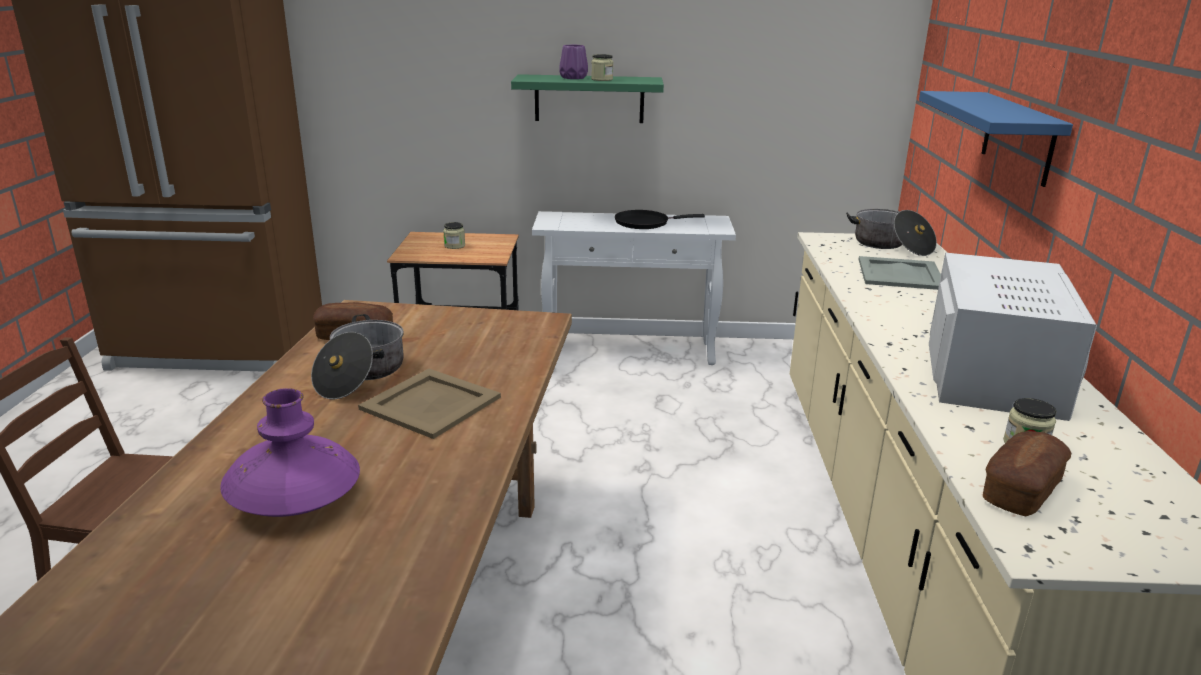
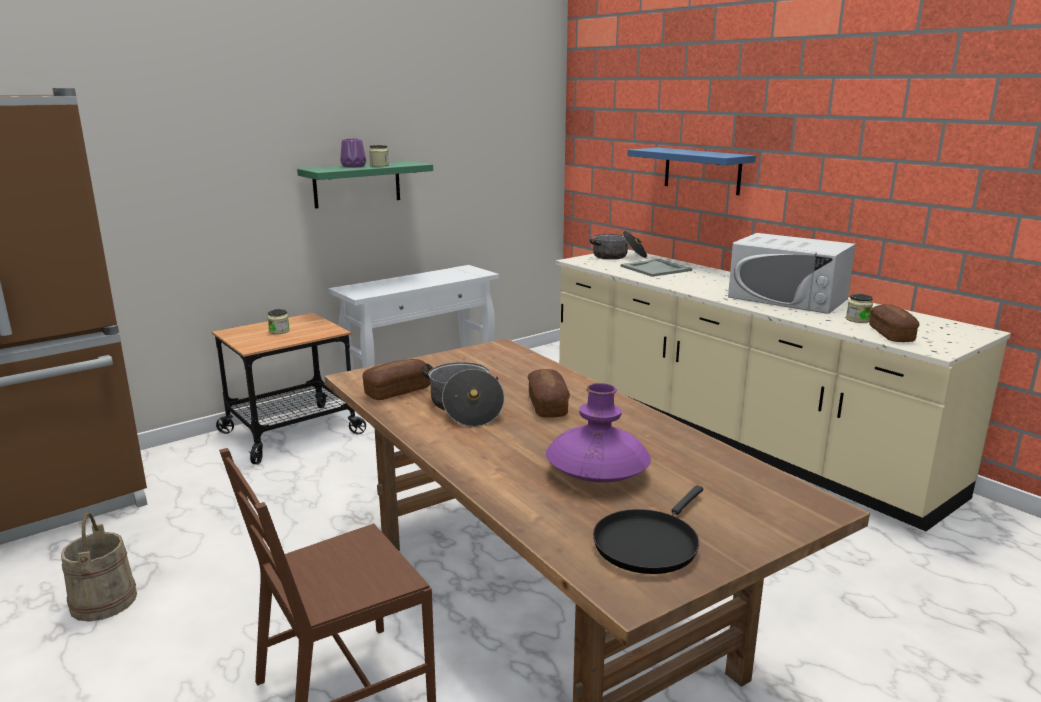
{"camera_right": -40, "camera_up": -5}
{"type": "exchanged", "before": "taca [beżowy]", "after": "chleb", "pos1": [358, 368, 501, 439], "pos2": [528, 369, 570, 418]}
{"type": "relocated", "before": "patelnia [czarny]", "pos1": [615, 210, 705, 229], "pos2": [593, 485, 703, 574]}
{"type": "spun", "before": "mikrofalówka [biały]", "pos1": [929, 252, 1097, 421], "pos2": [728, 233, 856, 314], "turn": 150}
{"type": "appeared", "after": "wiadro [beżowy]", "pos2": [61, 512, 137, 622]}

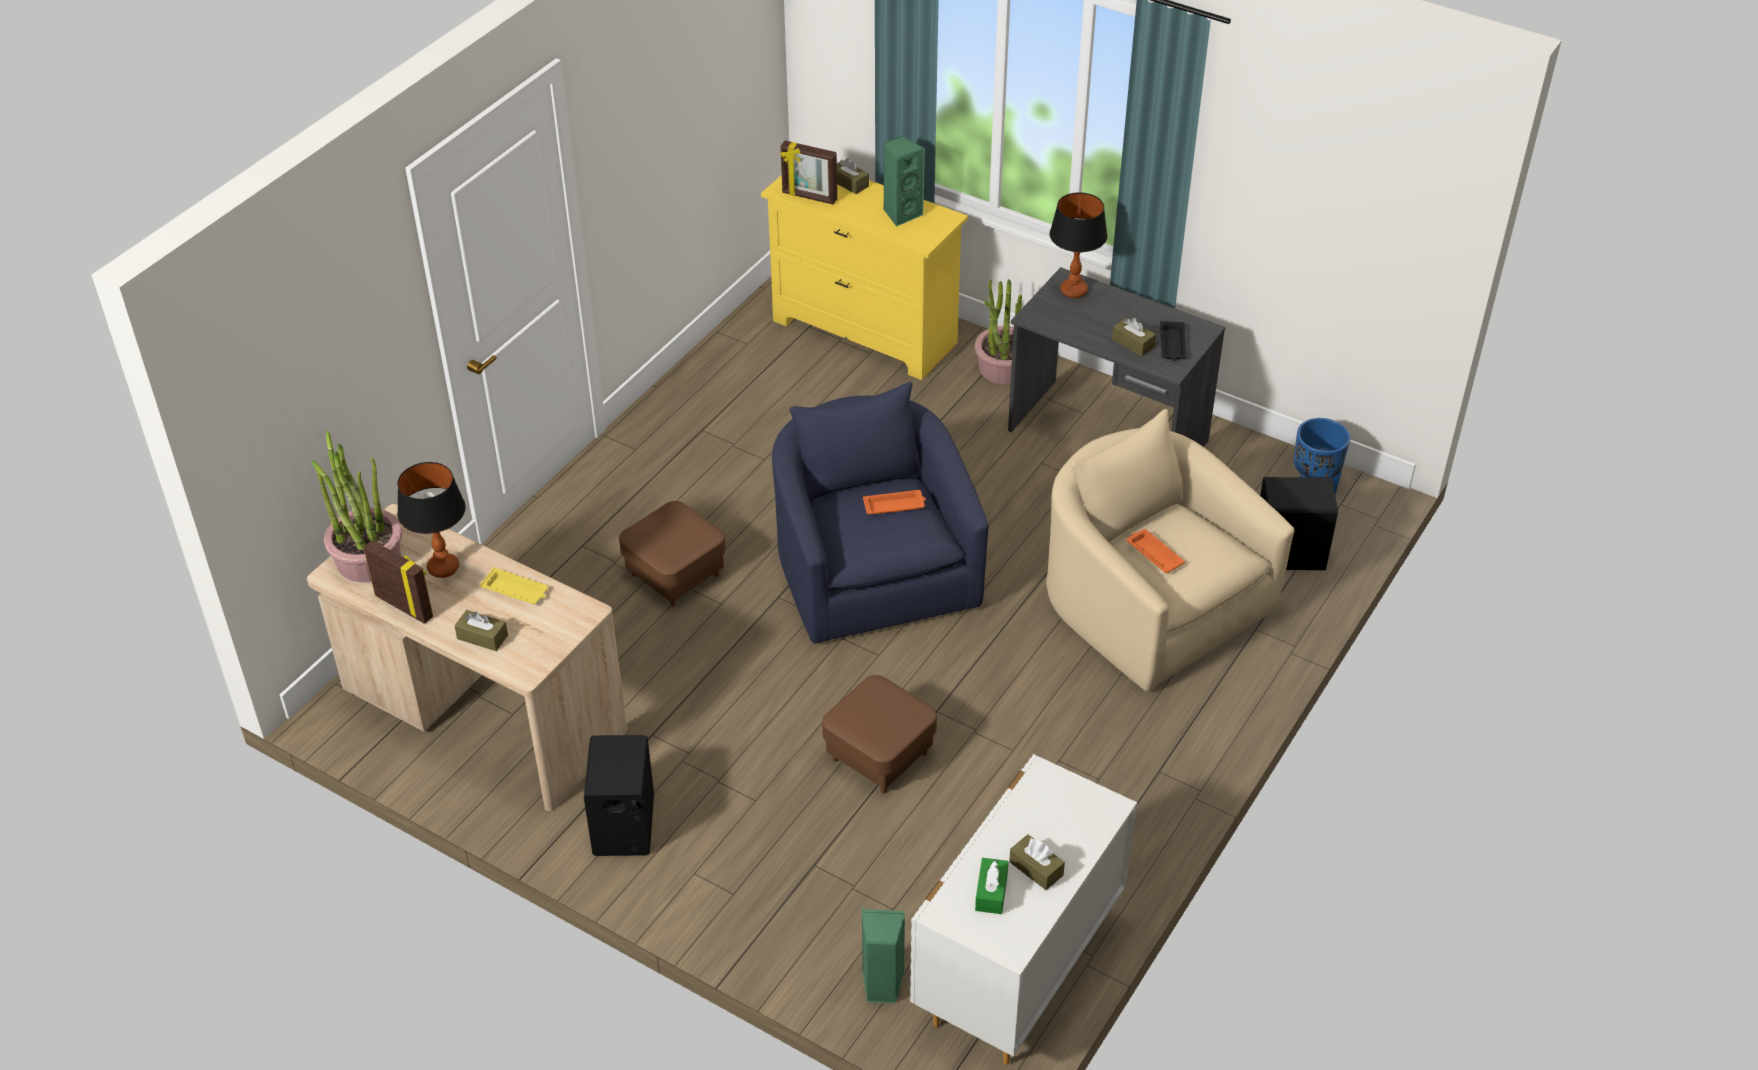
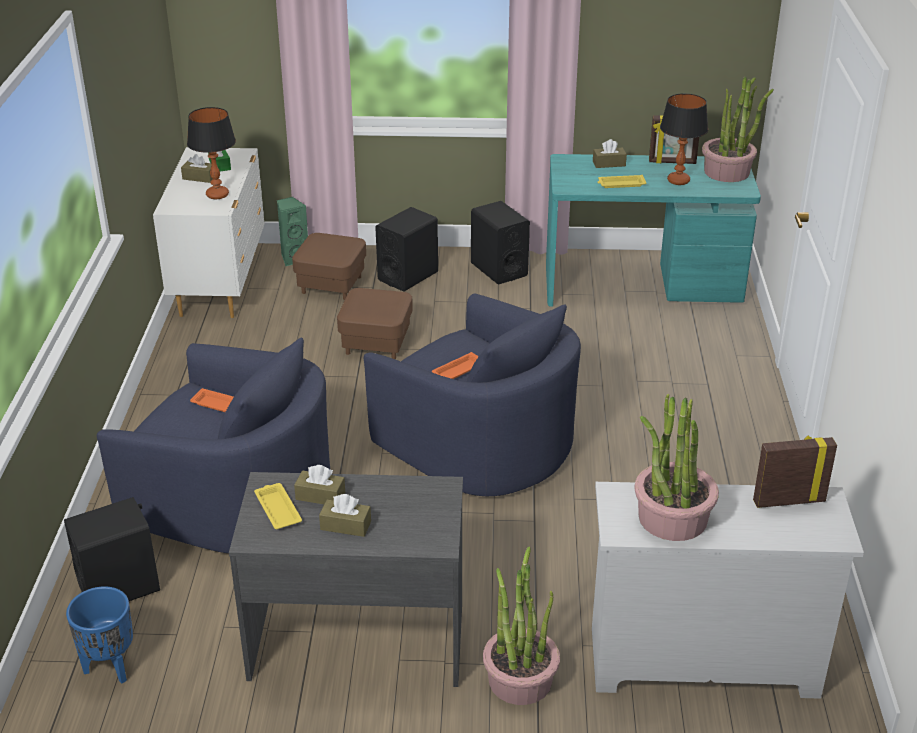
{"camera_right": 150, "camera_up": -10}
{"type": "colour", "before": "biurko [beżowy]", "after": "biurko [turkusowy]", "pos1": [307, 504, 627, 811], "pos2": [546, 154, 761, 307]}
{"type": "relocated", "before": "pufa [brązowy]", "pos1": [619, 501, 726, 606], "pos2": [292, 233, 366, 300]}
{"type": "colour", "before": "komoda [żółty]", "after": "komoda [biały]", "pos1": [761, 175, 968, 380], "pos2": [592, 482, 864, 699]}
{"type": "relocated", "before": "pudełko chusteczek [brązowy]", "pos1": [837, 158, 869, 194], "pos2": [319, 494, 371, 537]}
{"type": "exchanged", "before": "głośnik [zielony]", "after": "roślina doniczkowa", "pos1": [883, 136, 925, 227], "pos2": [635, 394, 719, 541]}
{"type": "colour", "before": "fotel [beżowy]", "after": "fotel [niebieski]", "pos1": [1046, 409, 1295, 691], "pos2": [97, 338, 330, 553]}
{"type": "relocated", "before": "lampa stołowa", "pos1": [1050, 192, 1107, 298], "pos2": [187, 107, 236, 199]}
{"type": "colour", "before": "taca [czarny]", "after": "taca [żółty]", "pos1": [1160, 321, 1186, 361], "pos2": [254, 483, 302, 529]}
{"type": "appeared", "after": "głośnik [czarny]", "pos2": [375, 207, 438, 292]}

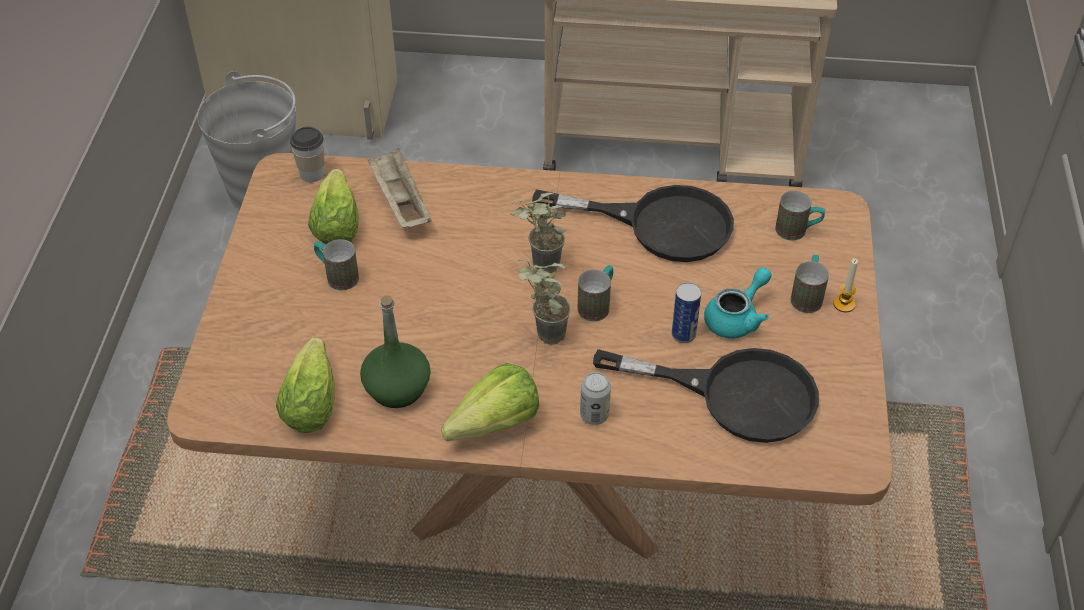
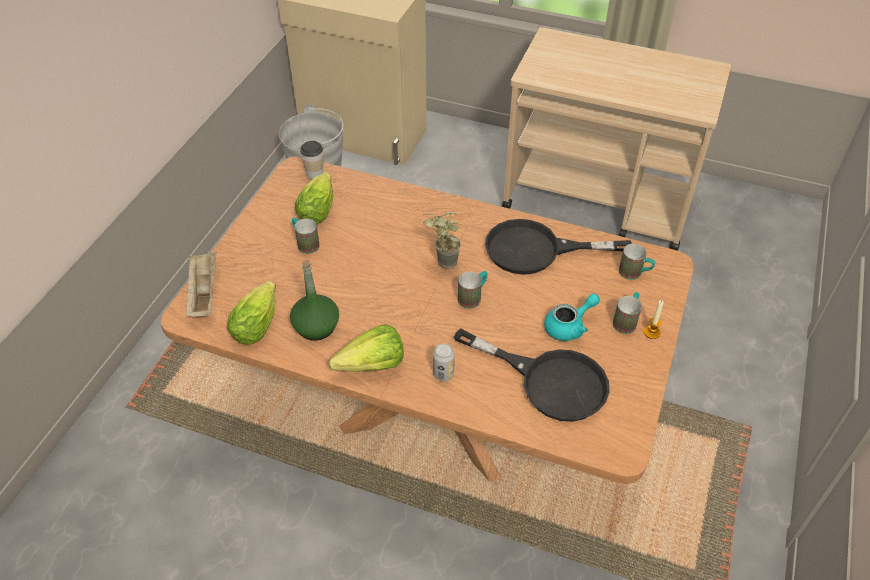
{"camera_right": 15, "camera_up": 0}
{"type": "relocated", "before": "taca [beżowy]", "pos1": [368, 148, 432, 228], "pos2": [186, 252, 217, 317]}
{"type": "missing", "before": "roślina doniczkowa", "pos1": [518, 260, 571, 345]}
{"type": "spun", "before": "patelnia [czarny]", "pos1": [532, 185, 734, 262], "pos2": [485, 219, 632, 275], "turn": 150}
{"type": "missing", "before": "puszka", "pos1": [672, 283, 701, 343]}

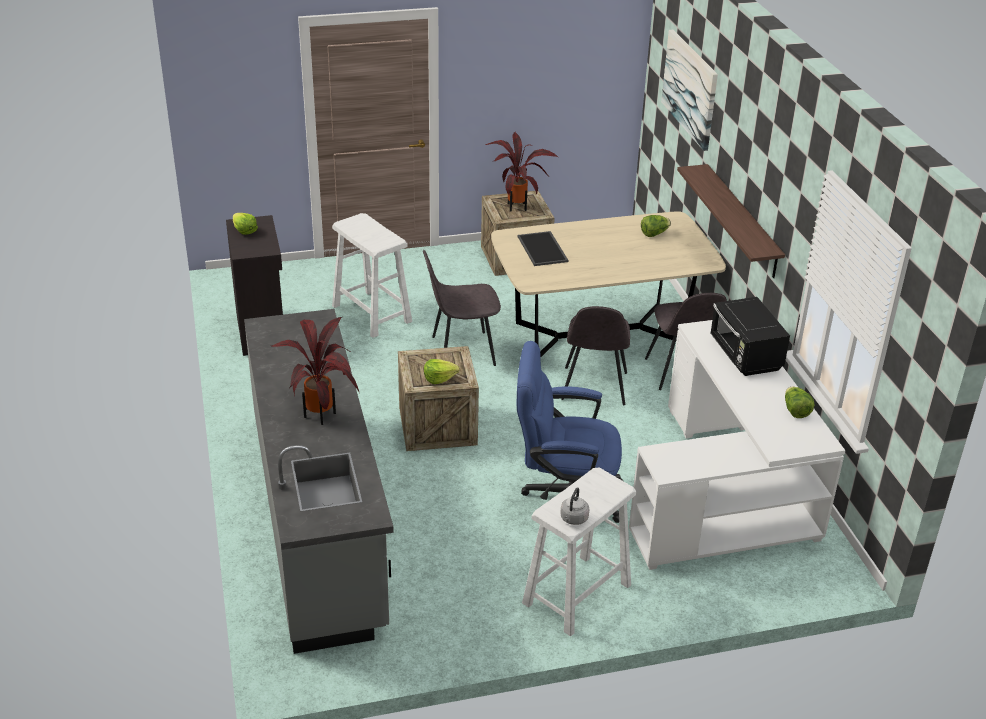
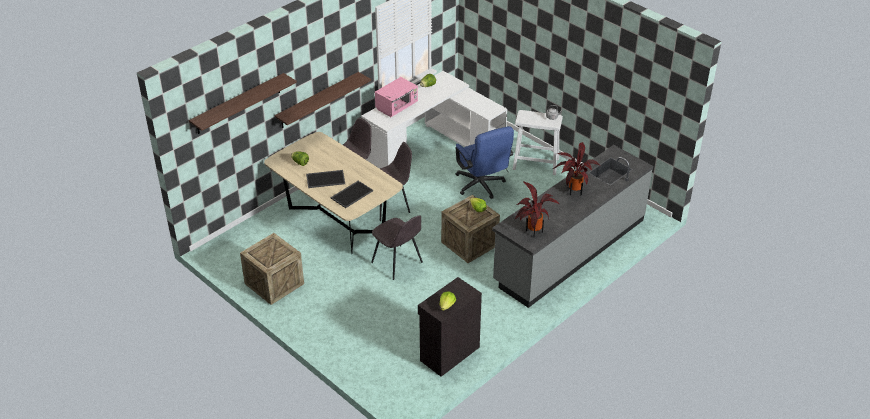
{"camera_right": -120, "camera_up": 5}
{"type": "missing", "before": "stołek [biały]", "pos1": [332, 213, 412, 338]}
{"type": "relocated", "before": "roślina doniczkowa", "pos1": [485, 132, 558, 212], "pos2": [515, 182, 559, 237]}
{"type": "exchanged", "before": "obraz", "after": "półka", "pos1": [661, 30, 718, 151], "pos2": [189, 73, 297, 134]}
{"type": "colour", "before": "mikrofalówka [czarny]", "after": "mikrofalówka [różowy]", "pos1": [710, 297, 790, 376], "pos2": [375, 77, 418, 117]}
{"type": "appeared", "after": "taca", "pos2": [306, 170, 345, 188]}

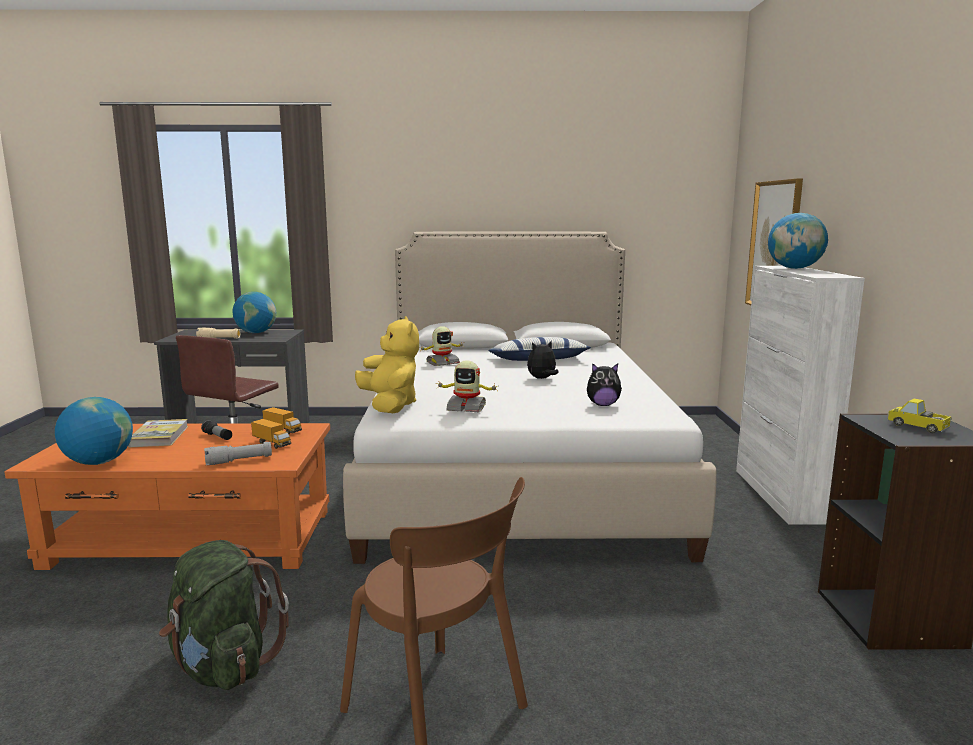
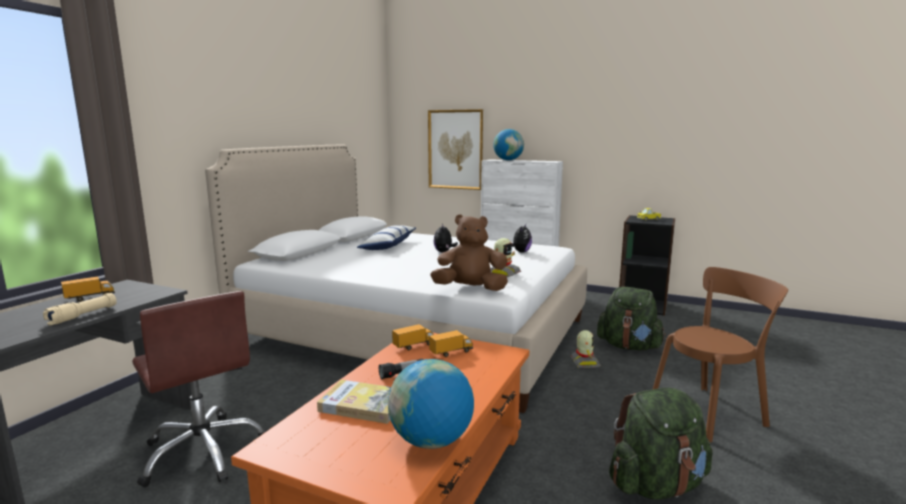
{"camera_right": -65, "camera_up": 0}
{"type": "missing", "before": "latarka [szary]", "pos1": [204, 442, 272, 465]}
{"type": "exchanged", "before": "globus", "after": "ciężarówka zabawkowa", "pos1": [233, 292, 276, 333], "pos2": [61, 276, 115, 301]}
{"type": "colour", "before": "pluszak [żółty]", "after": "pluszak [brązowy]", "pos1": [355, 316, 419, 413], "pos2": [430, 214, 508, 291]}
{"type": "relocated", "before": "robot zabawkowy", "pos1": [420, 326, 465, 366], "pos2": [571, 330, 601, 368]}
{"type": "appeared", "after": "plecak [zielony]", "pos2": [597, 287, 666, 351]}

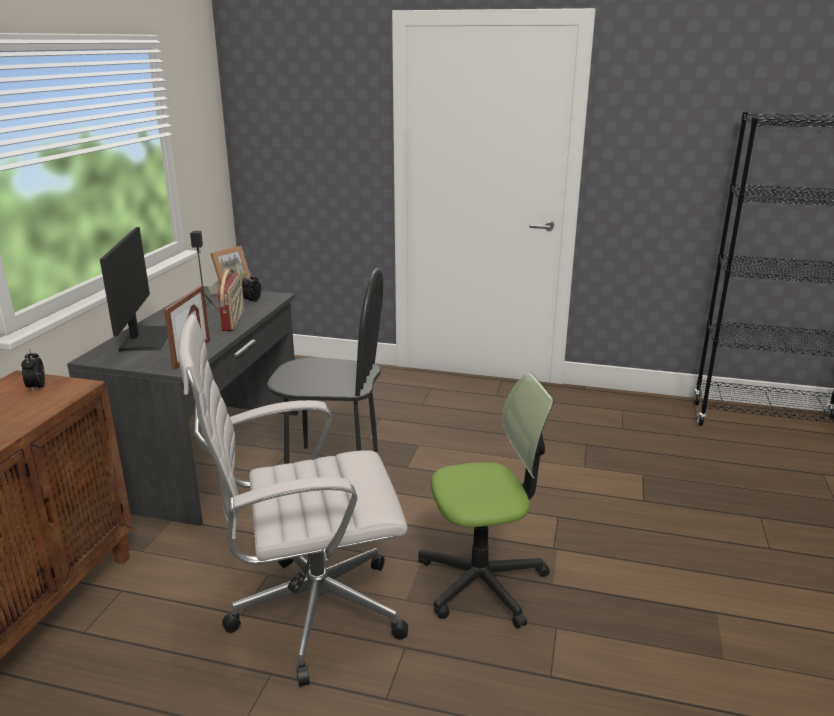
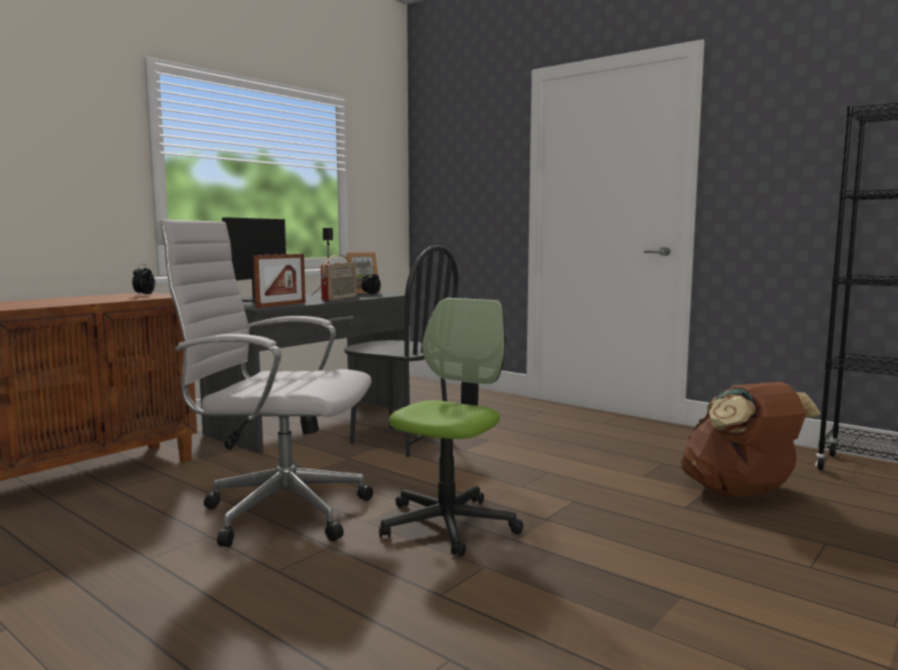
{"camera_right": 25, "camera_up": -15}
{"type": "spun", "before": "krzesło biurowe", "pos1": [418, 373, 554, 629], "pos2": [379, 298, 523, 557], "turn": -75}
{"type": "appeared", "after": "plecak [brązowy]", "pos2": [681, 382, 821, 497]}

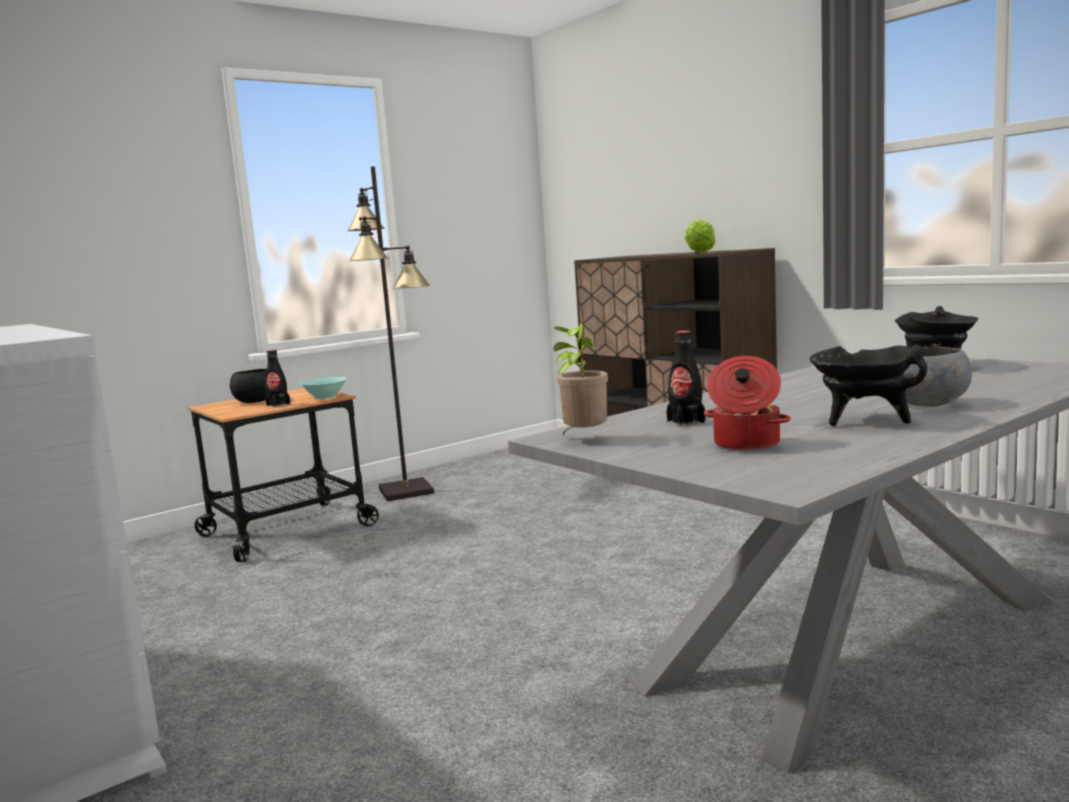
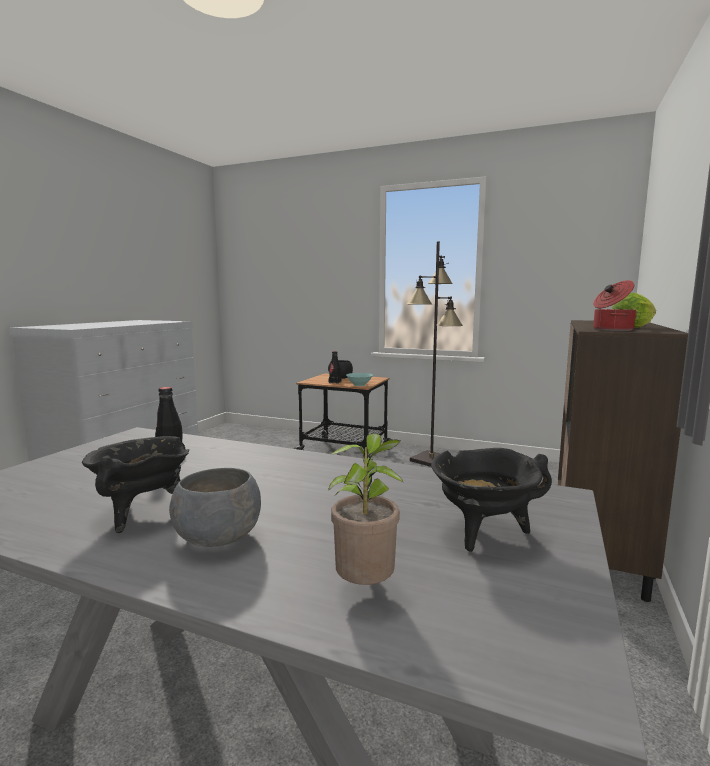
{"camera_right": 60, "camera_up": 0}
{"type": "relocated", "before": "roślina doniczkowa", "pos1": [553, 323, 608, 435], "pos2": [328, 433, 403, 585]}
{"type": "relocated", "before": "garnek", "pos1": [704, 356, 791, 451], "pos2": [593, 280, 637, 331]}

